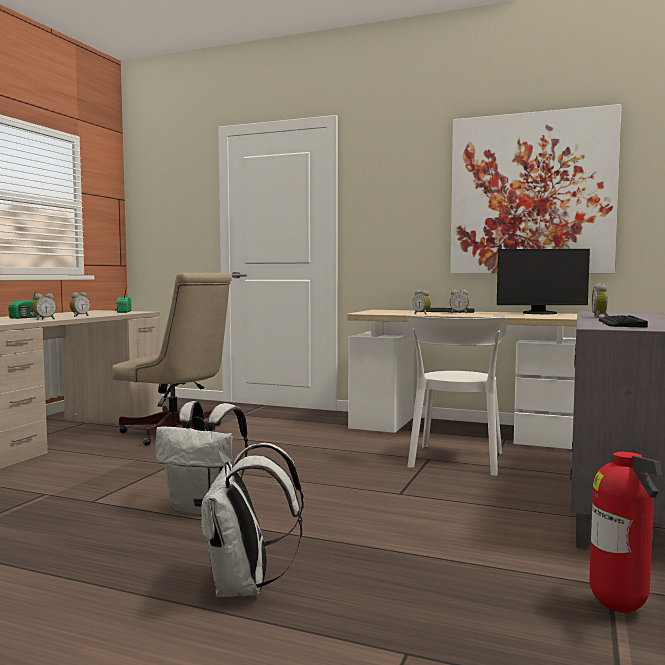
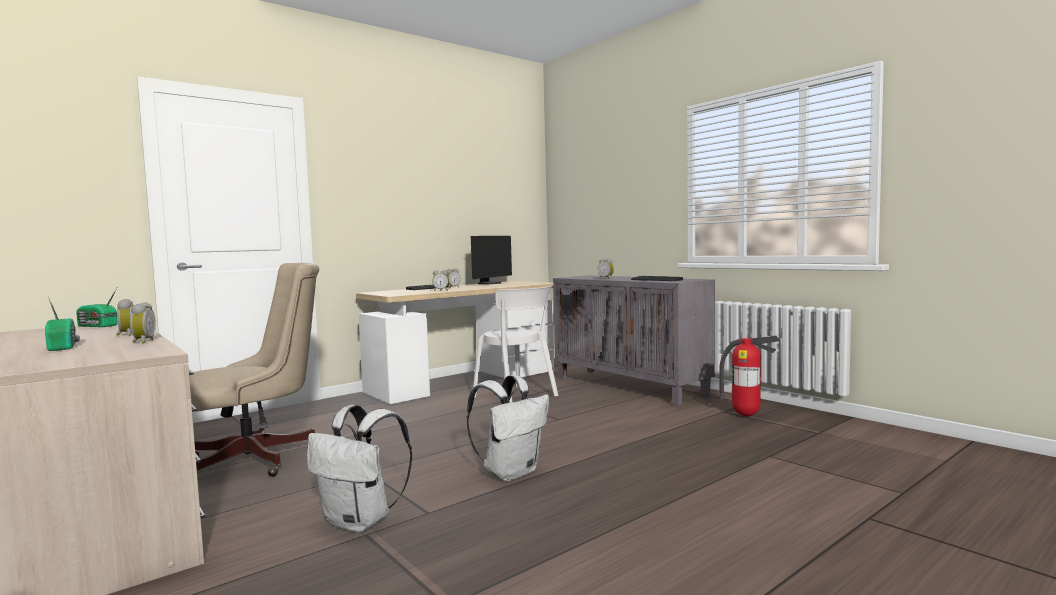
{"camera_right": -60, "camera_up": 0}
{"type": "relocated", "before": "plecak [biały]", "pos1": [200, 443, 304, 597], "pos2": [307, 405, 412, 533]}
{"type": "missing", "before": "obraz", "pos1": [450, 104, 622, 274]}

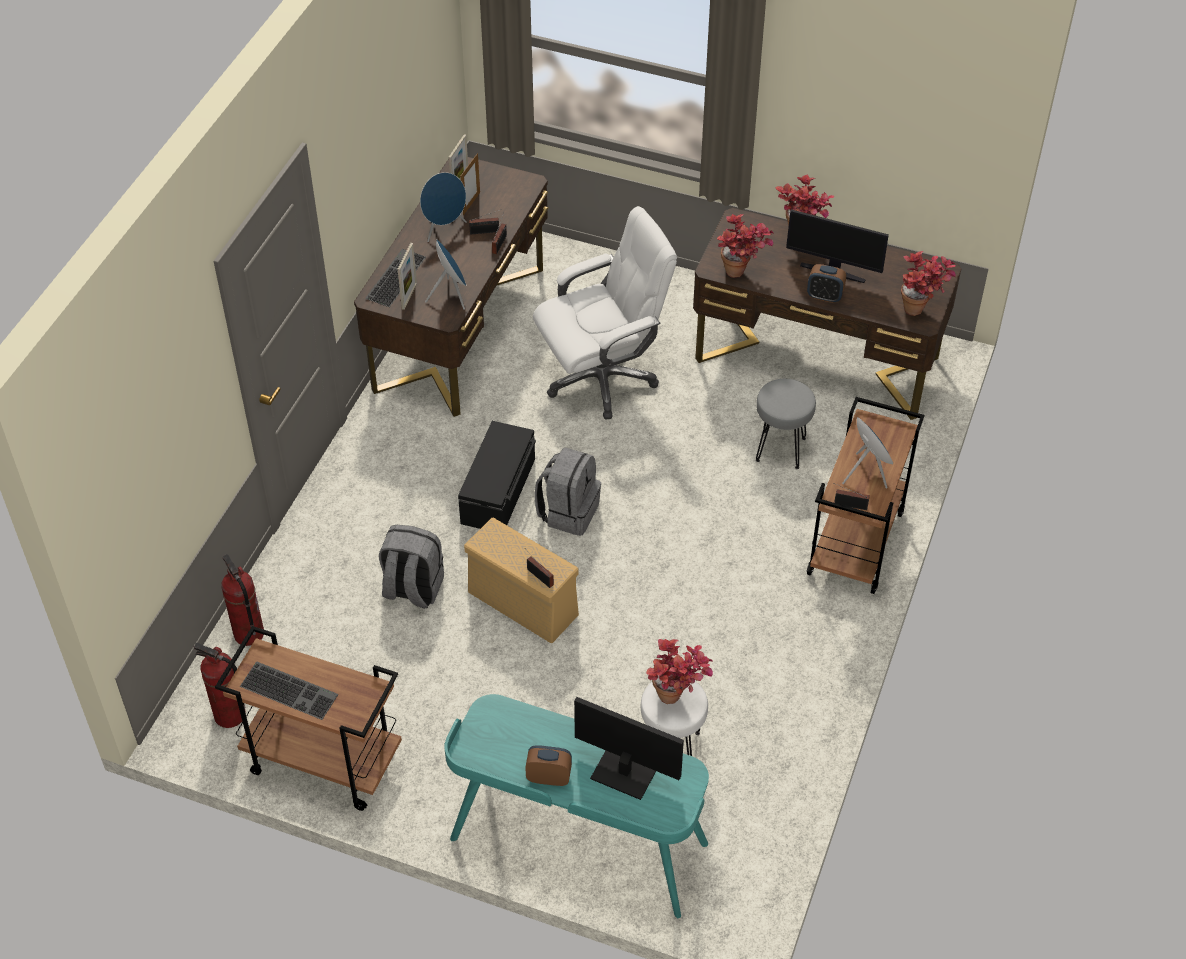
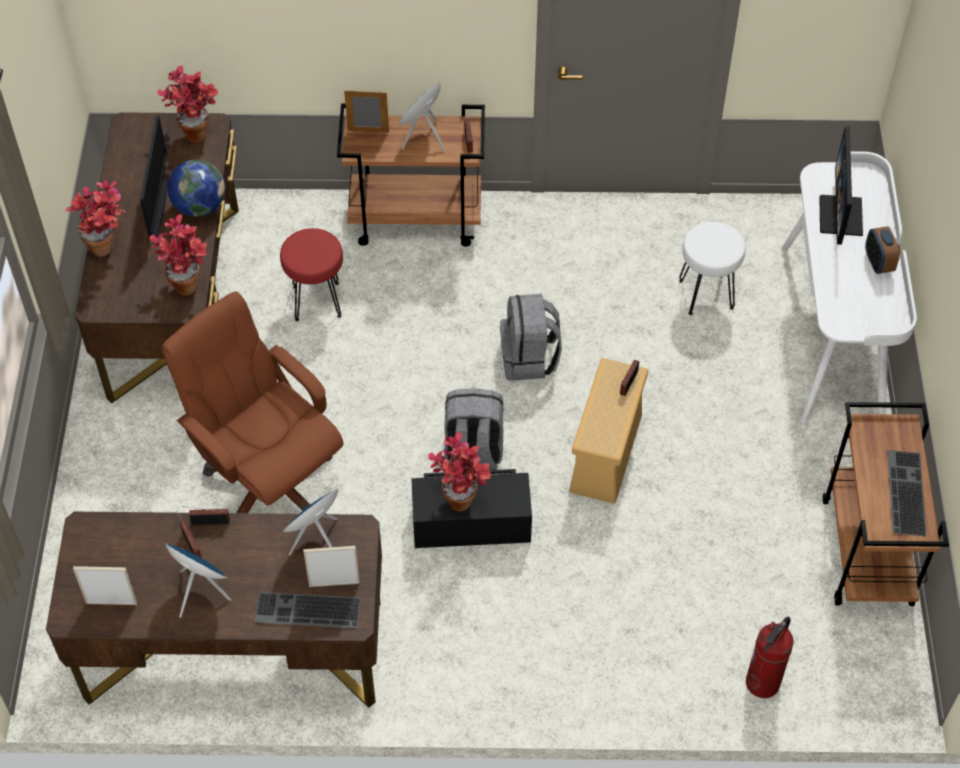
{"camera_right": -110, "camera_up": 5}
{"type": "missing", "before": "gaśnica", "pos1": [194, 643, 246, 728]}
{"type": "relocated", "before": "plecak [szary]", "pos1": [379, 525, 444, 608], "pos2": [500, 294, 562, 380]}
{"type": "colour", "before": "biurko [turkusowy]", "after": "biurko [biały]", "pos1": [444, 694, 709, 918], "pos2": [781, 151, 917, 423]}
{"type": "relocated", "before": "ramka na zdjęcie", "pos1": [460, 153, 480, 215], "pos2": [344, 90, 389, 133]}
{"type": "colour", "before": "krzesło biurowe [biały]", "after": "krzesło biurowe [brązowy]", "pos1": [533, 206, 677, 420], "pos2": [162, 291, 343, 513]}
{"type": "relocated", "before": "roślina doniczkowa", "pos1": [646, 639, 714, 704], "pos2": [428, 432, 491, 512]}
{"type": "colour", "before": "stołek [szary]", "after": "stołek [czerwony]", "pos1": [756, 379, 816, 469], "pos2": [280, 228, 343, 321]}
{"type": "exchanged", "before": "budzik", "after": "globus", "pos1": [807, 264, 846, 303], "pos2": [167, 159, 225, 217]}

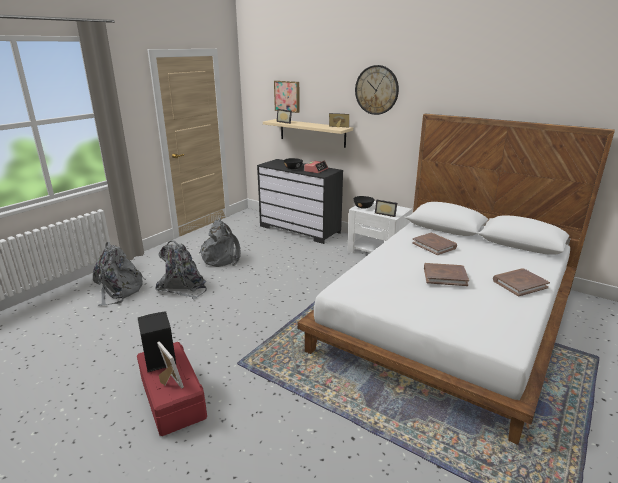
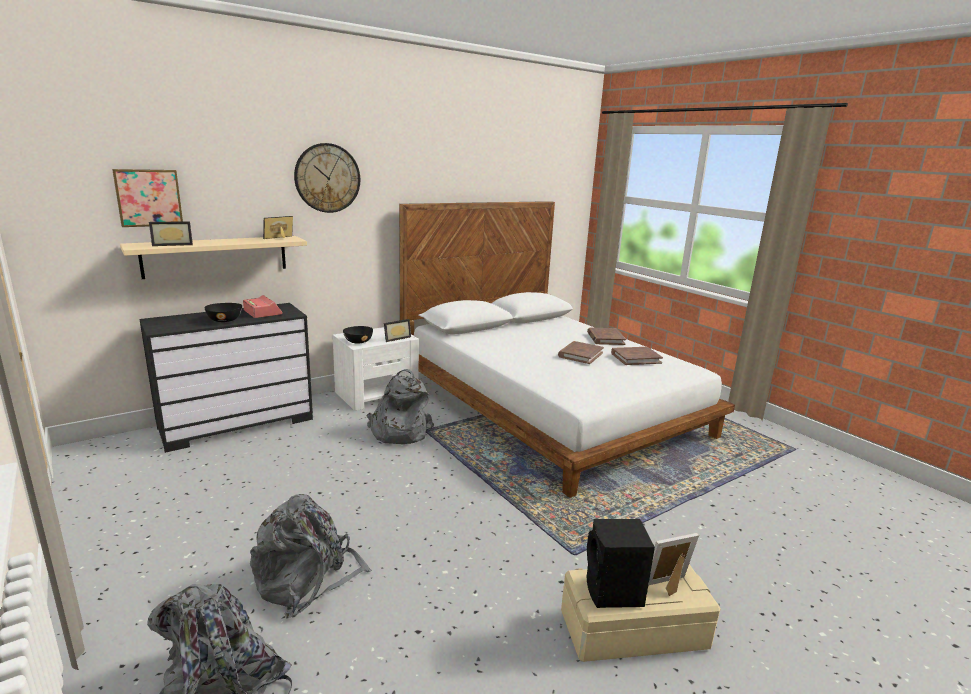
{"camera_right": -70, "camera_up": -5}
{"type": "colour", "before": "pojemnik do przechowywania [czerwony]", "after": "pojemnik do przechowywania [beżowy]", "pos1": [137, 342, 207, 436], "pos2": [561, 564, 721, 662]}
{"type": "relocated", "before": "plecak [szary]", "pos1": [199, 218, 240, 267], "pos2": [366, 369, 434, 444]}
{"type": "relocated", "before": "książka [brązowy]", "pos1": [412, 233, 457, 255], "pos2": [611, 347, 663, 365]}

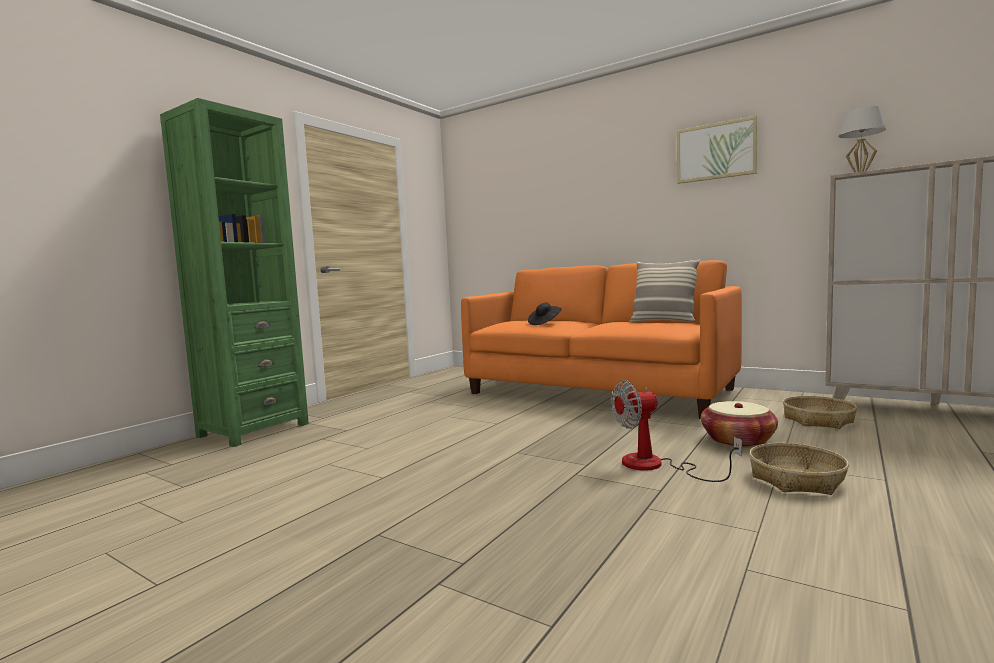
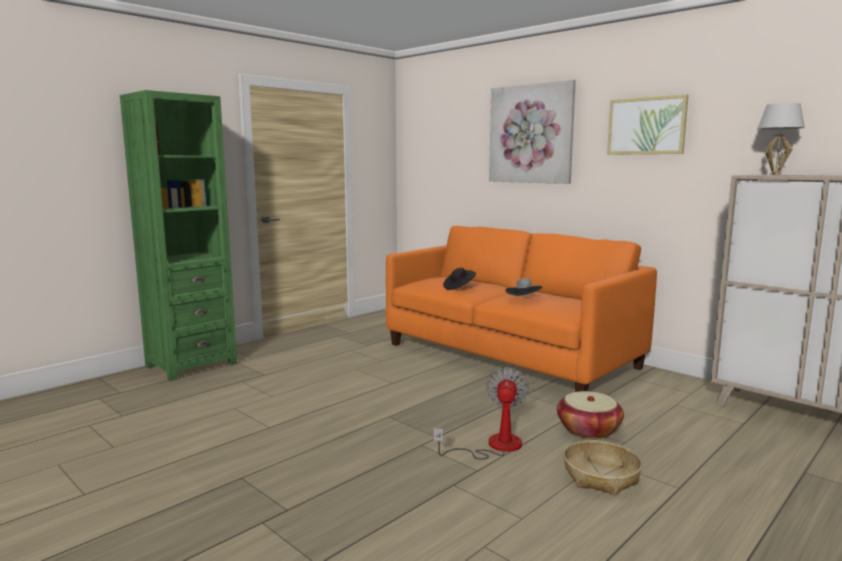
{"camera_right": 10, "camera_up": 5}
{"type": "spun", "before": "wentylator", "pos1": [612, 380, 742, 482], "pos2": [433, 367, 529, 460], "turn": 105}
{"type": "missing", "before": "poduszka", "pos1": [630, 260, 700, 322]}
{"type": "missing", "before": "koszyk", "pos1": [783, 396, 857, 429]}
{"type": "appeared", "after": "obraz", "pos2": [489, 80, 576, 184]}
{"type": "appeared", "after": "kapelusz [szary]", "pos2": [505, 278, 542, 296]}

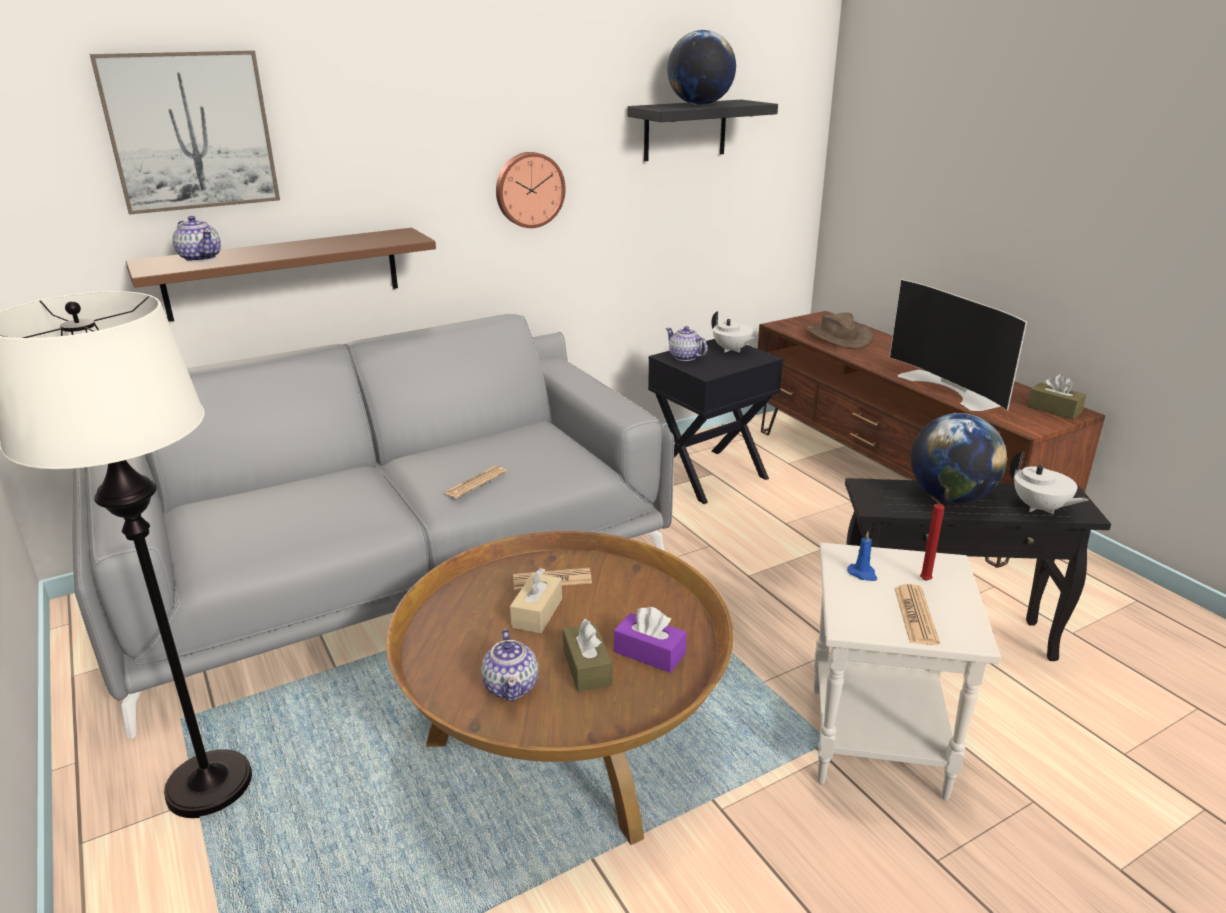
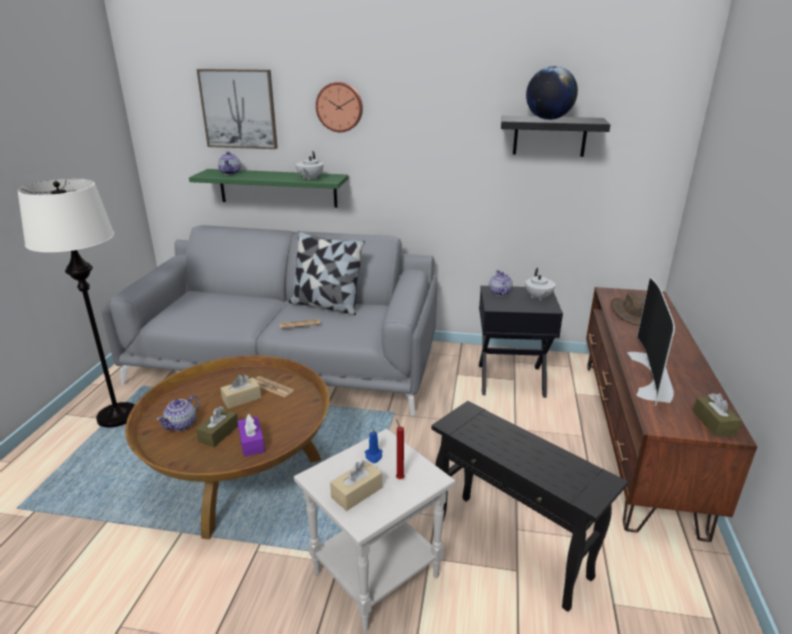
{"camera_right": 40, "camera_up": 0}
{"type": "colour", "before": "półka [brązowy]", "after": "półka [zielony]", "pos1": [126, 228, 436, 322], "pos2": [189, 169, 348, 208]}
{"type": "relocated", "before": "zegar ścienny", "pos1": [496, 152, 566, 228], "pos2": [316, 82, 363, 132]}
{"type": "exchanged", "before": "gazeta", "after": "pudełko chusteczek [beżowy]", "pos1": [894, 584, 940, 645], "pos2": [330, 460, 382, 511]}
{"type": "missing", "before": "globus", "pos1": [911, 413, 1007, 503]}
{"type": "relocated", "before": "imbryk [biały]", "pos1": [1010, 451, 1088, 515], "pos2": [295, 151, 324, 181]}
{"type": "appeared", "after": "poduszka", "pos2": [289, 231, 365, 315]}

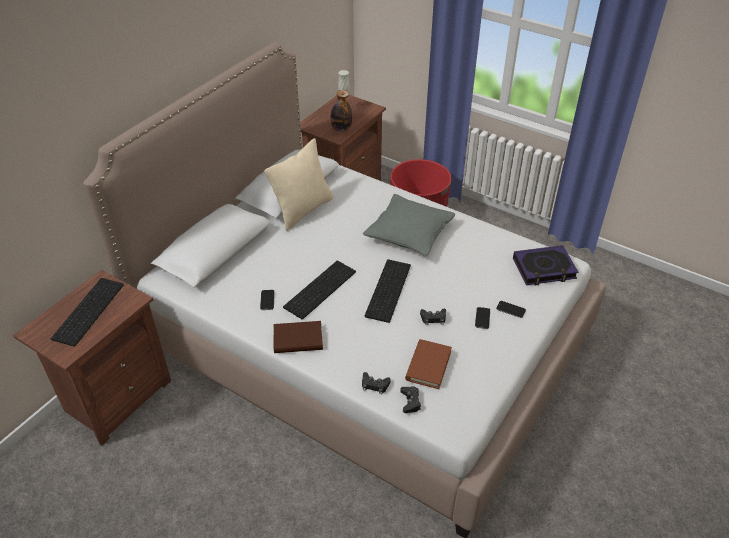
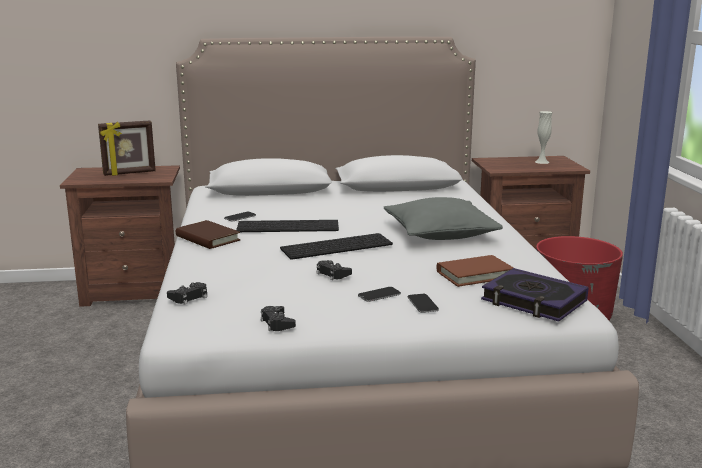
{"camera_right": 50, "camera_up": -25}
{"type": "exchanged", "before": "klawiatura", "after": "ramka na zdjęcie", "pos1": [51, 278, 124, 346], "pos2": [98, 120, 156, 176]}
{"type": "missing", "before": "poduszka [beżowy]", "pos1": [264, 138, 333, 231]}
{"type": "missing", "before": "butelka", "pos1": [330, 90, 352, 132]}
{"type": "relocated", "before": "pad do gier [czarny]", "pos1": [362, 372, 391, 394], "pos2": [261, 306, 296, 331]}
{"type": "relocated", "before": "książka [brązowy]", "pos1": [405, 339, 452, 389], "pos2": [437, 255, 514, 287]}

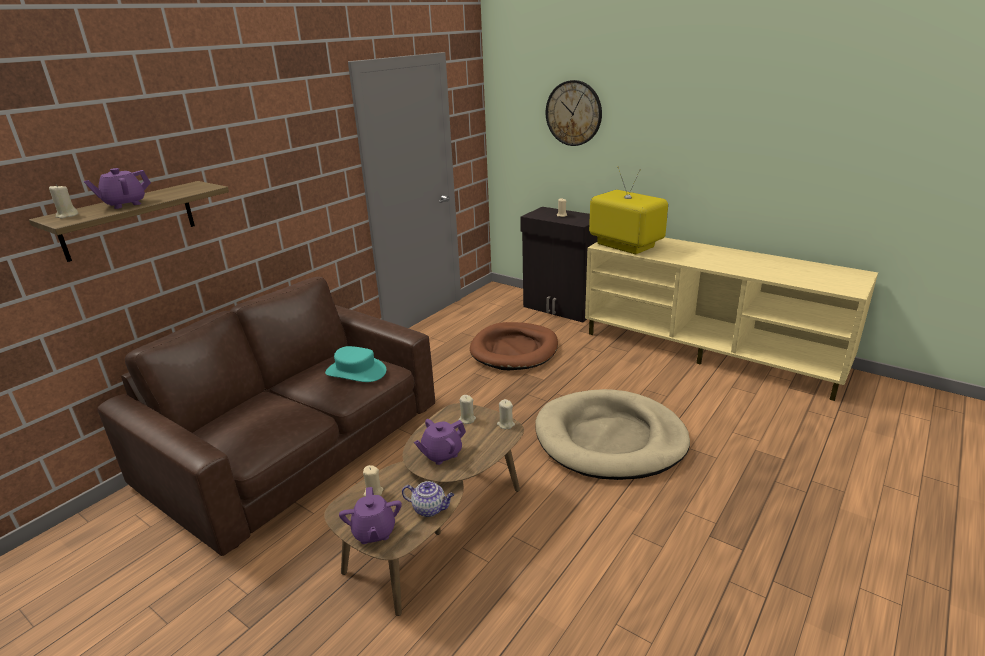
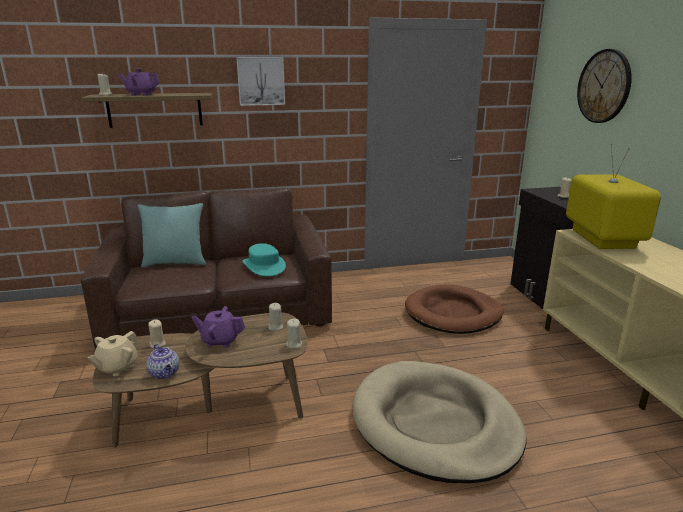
{"camera_right": 40, "camera_up": -5}
{"type": "colour", "before": "imbryk [fioletowy]", "after": "imbryk [beżowy]", "pos1": [339, 487, 402, 544], "pos2": [88, 331, 139, 376]}
{"type": "appeared", "after": "poduszka [turkusowy]", "pos2": [137, 203, 206, 268]}
{"type": "appeared", "after": "obraz", "pos2": [236, 57, 285, 106]}

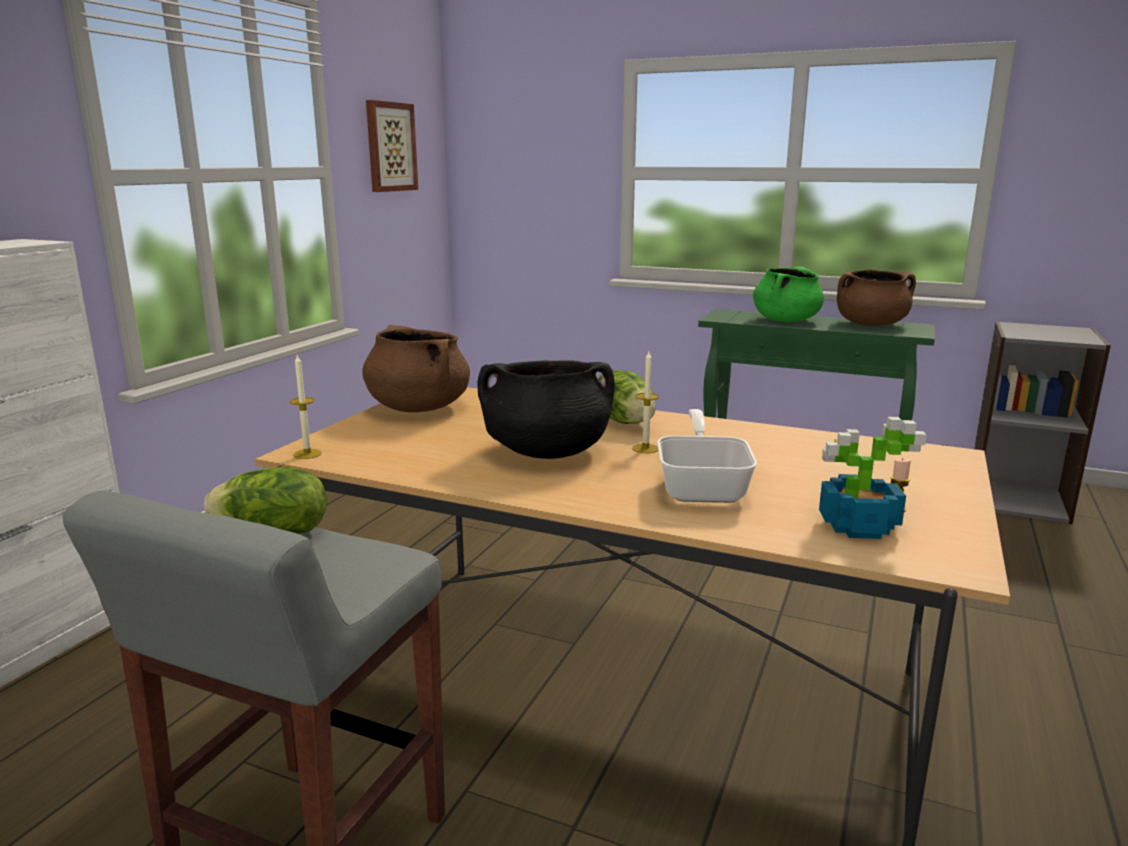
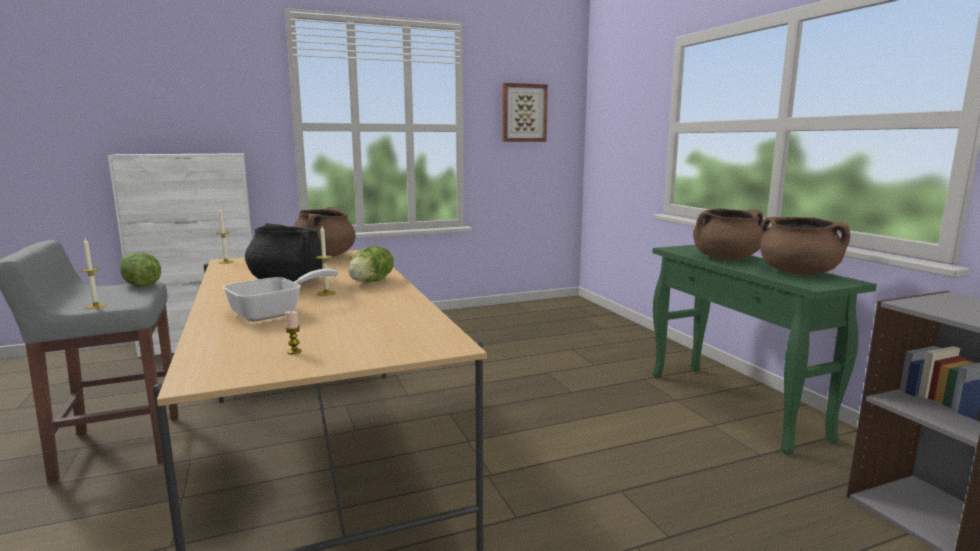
{"camera_right": 45, "camera_up": -5}
{"type": "colour", "before": "garnek [zielony]", "after": "garnek [brązowy]", "pos1": [753, 266, 824, 322], "pos2": [693, 208, 763, 260]}
{"type": "missing", "before": "roślina doniczkowa", "pos1": [819, 417, 927, 539]}
{"type": "appeared", "after": "świeca", "pos2": [81, 239, 107, 309]}

